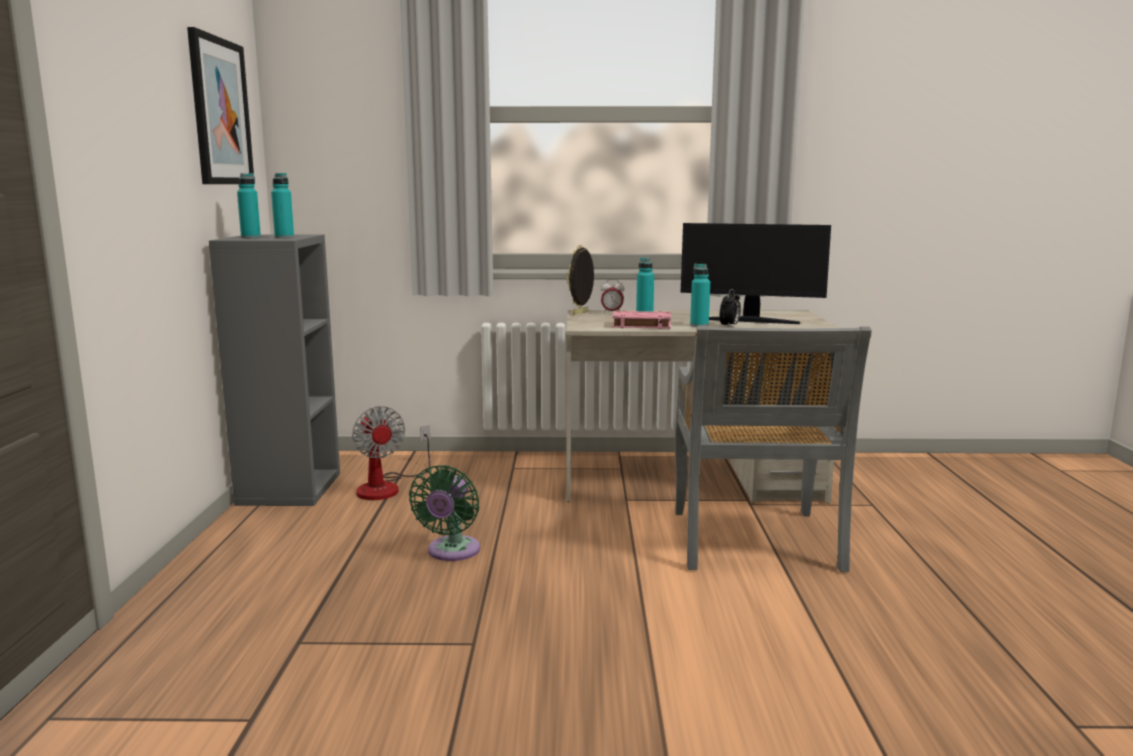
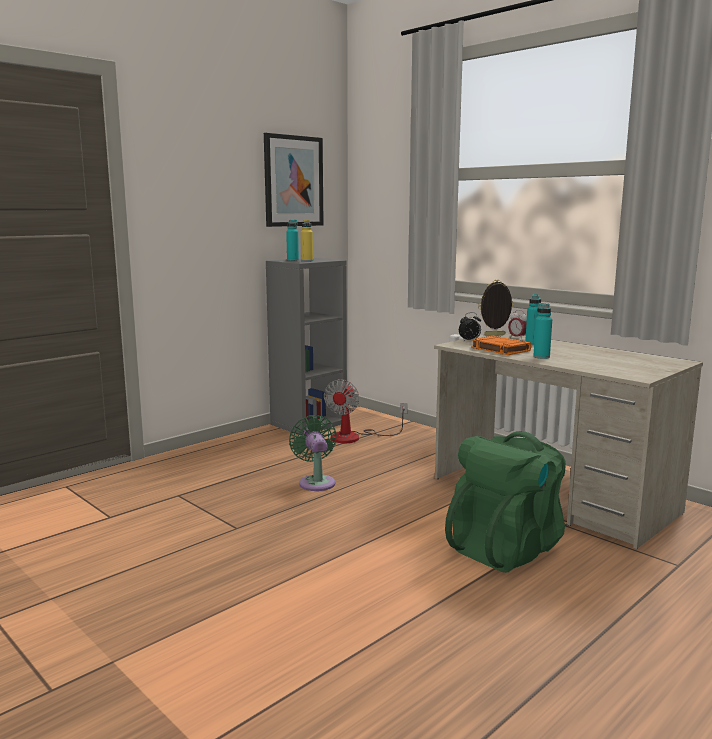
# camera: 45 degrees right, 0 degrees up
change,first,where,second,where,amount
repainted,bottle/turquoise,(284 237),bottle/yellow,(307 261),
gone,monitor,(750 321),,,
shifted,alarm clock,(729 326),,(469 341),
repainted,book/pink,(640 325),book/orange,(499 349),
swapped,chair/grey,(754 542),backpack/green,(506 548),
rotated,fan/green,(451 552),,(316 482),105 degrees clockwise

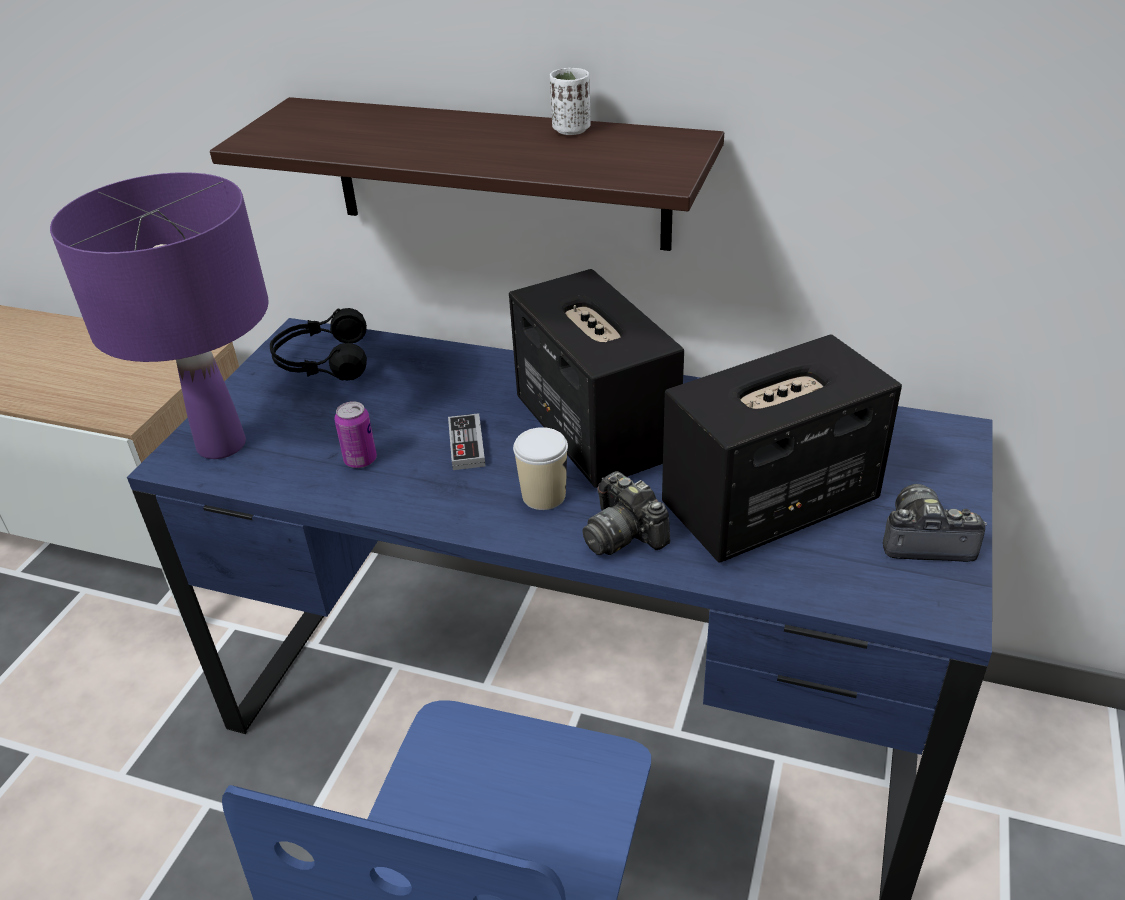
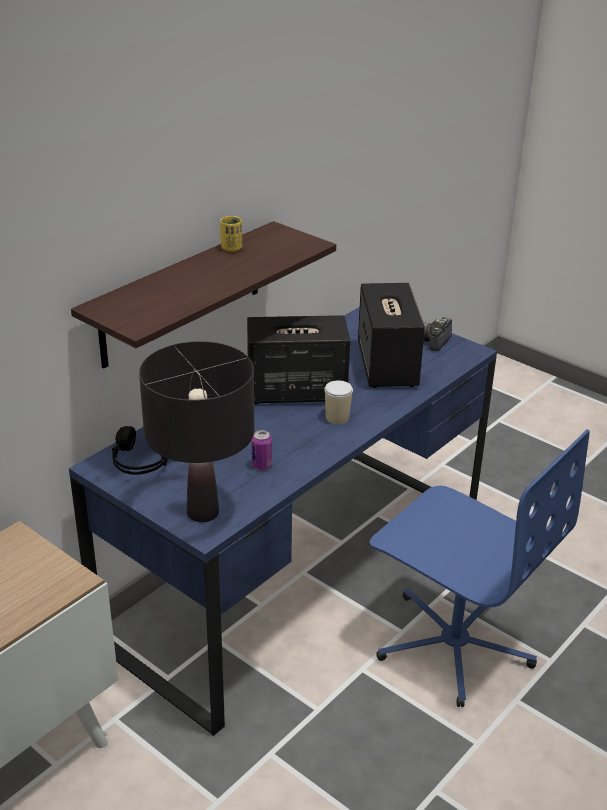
# camera: 70 degrees left, 5 degrees down
change,first,where,second,where,amount
repainted,cup/white,(571 130),cup/yellow,(231 248),
repainted,table lamp/purple,(221 445),table lamp/black,(203 513),
gone,game controller,(466 445),,,
gone,photo camera,(623 534),,,

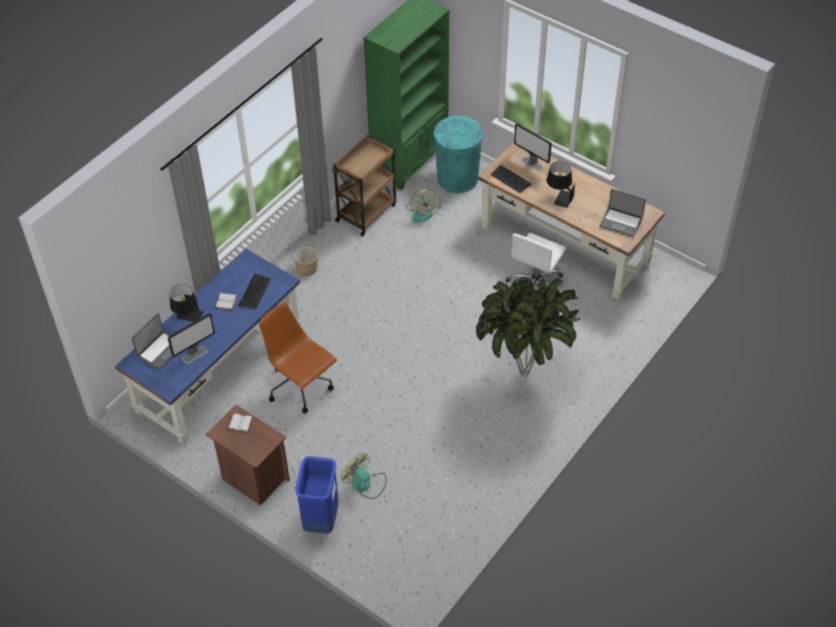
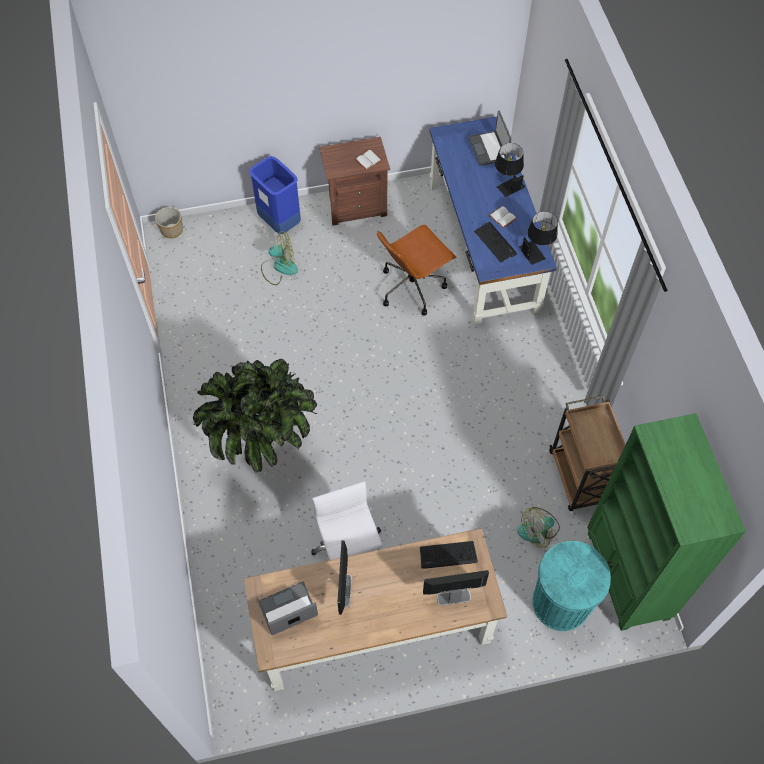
# camera: 130 degrees right, 10 degrees up
change,first,where,second,where,amount
shifted,table lamp/black,(559 197),,(537 250),
rotated,fan,(423 211),,(538 530),75 degrees counterclockwise
shifted,planter,(307 268),,(172 230),
rotated,office chair/brown,(301 387),,(412 287),150 degrees clockwise
shifted,monitor,(195 354),,(344 591),

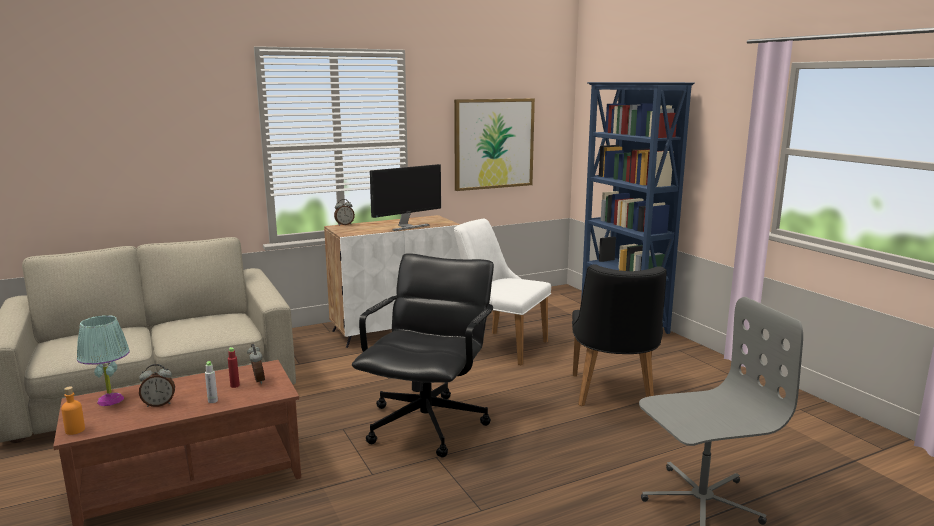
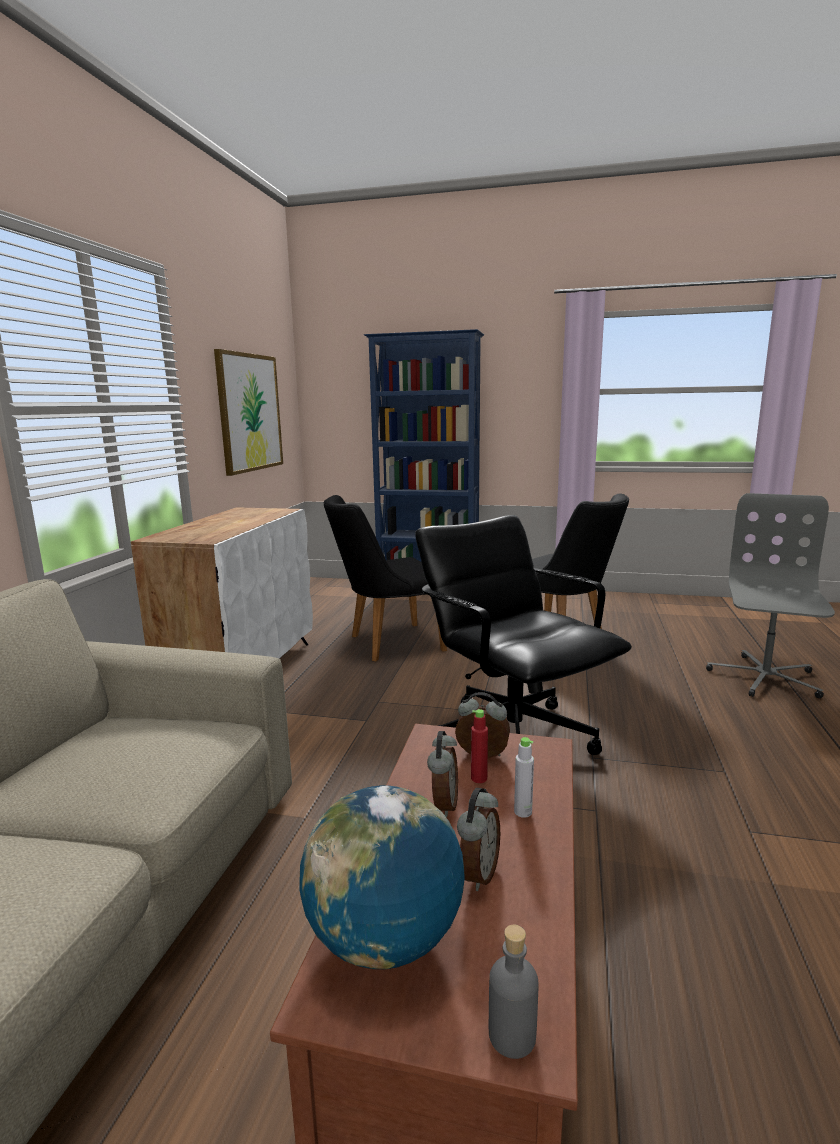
# camera: 50 degrees left, 0 degrees up
change,first,where,second,where,amount
gone,monitor,(407 226),,,
shifted,alarm clock,(344 224),,(443 805),
repainted,chair/white,(500 345),chair/black,(387 643),
swapped,table lamp/turquoise,(110 400),globe,(385 939),
repainted,bottle/orange,(75 430),bottle/grey,(512 1035),

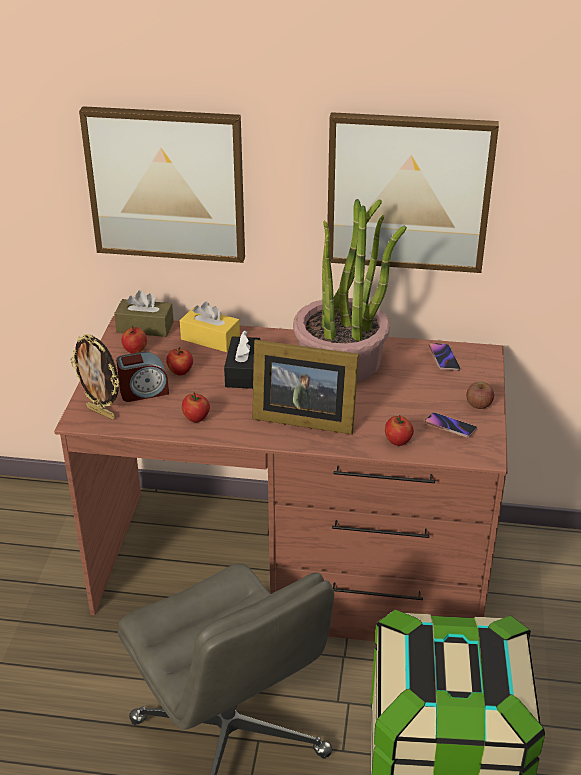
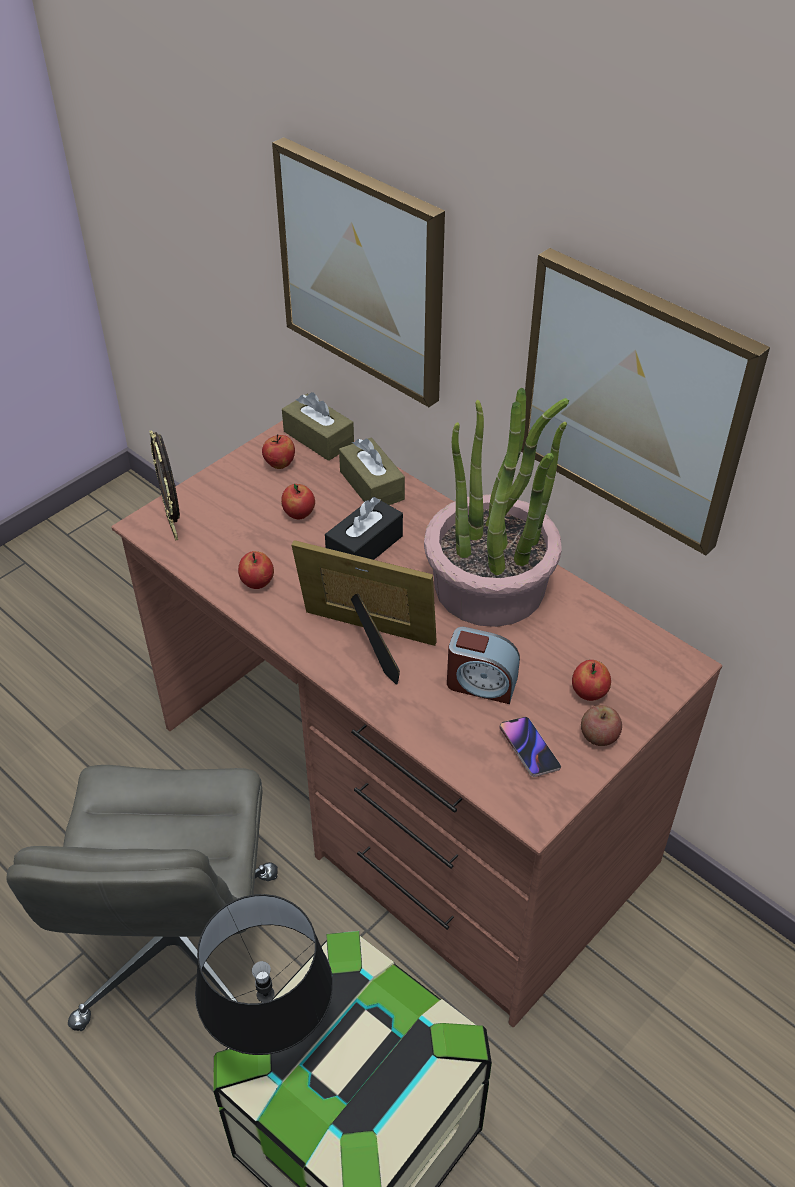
# camera: 35 degrees right, 10 degrees up
change,first,where,second,where,amount
repainted,tissue box/yellow,(210 339),tissue box/brown,(371 485),
rotated,picture frame,(301 417),,(368 641),150 degrees clockwise
gone,phone,(443 359),,,
shifted,alarm clock,(144 391),,(481 683),
shifted,apple,(398 441),,(589 693),
new,,,table lamp/black,(274 1040),

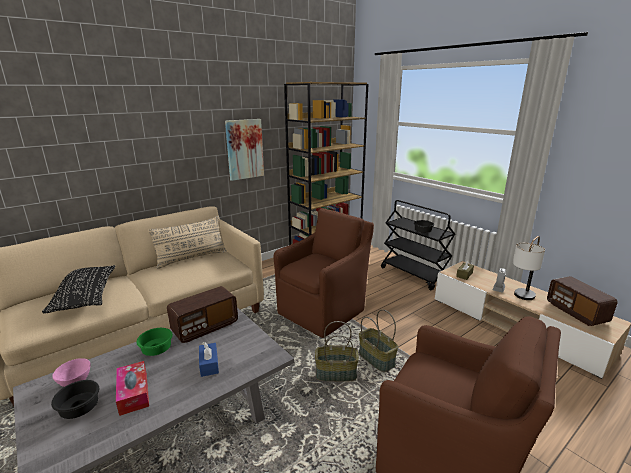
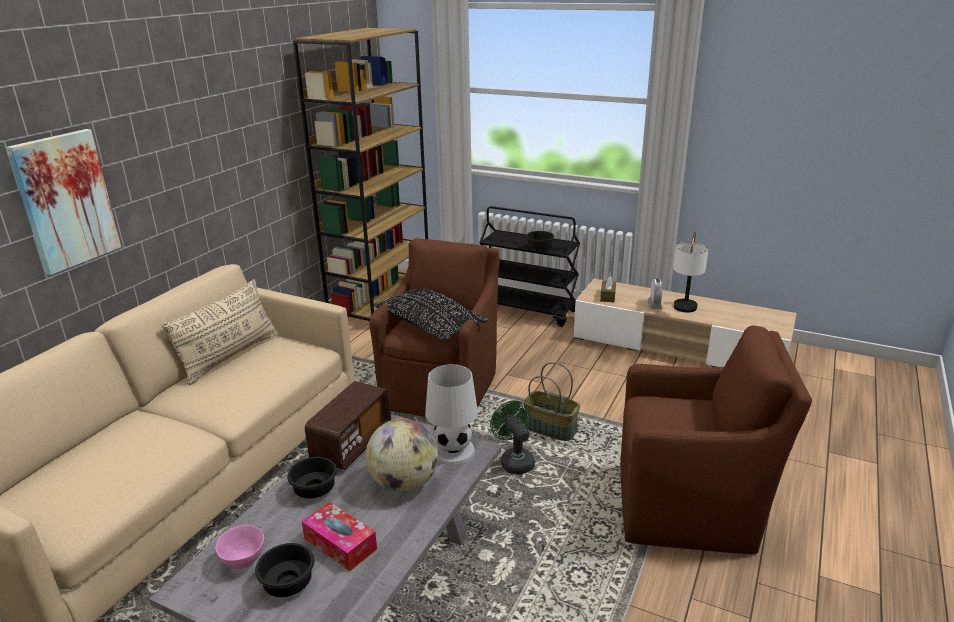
# camera: 25 degrees left, 5 degrees up
change,first,where,second,where,amount
shifted,picture,(244 149),,(66 200),
shifted,pillow/black,(85 296),,(430 325),
gone,radio,(576 312),,,
swapped,basket,(335 374),fan/green,(514 460),
repainted,bowl/green,(156 351),bowl/black,(314 491),
swapped,tissue box/blue,(209 364),globe,(404 483),
new,,,table lamp/white,(452 451),

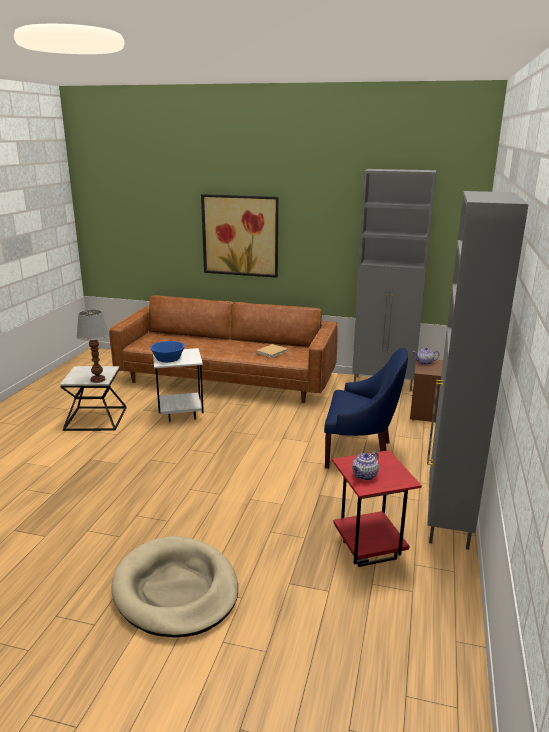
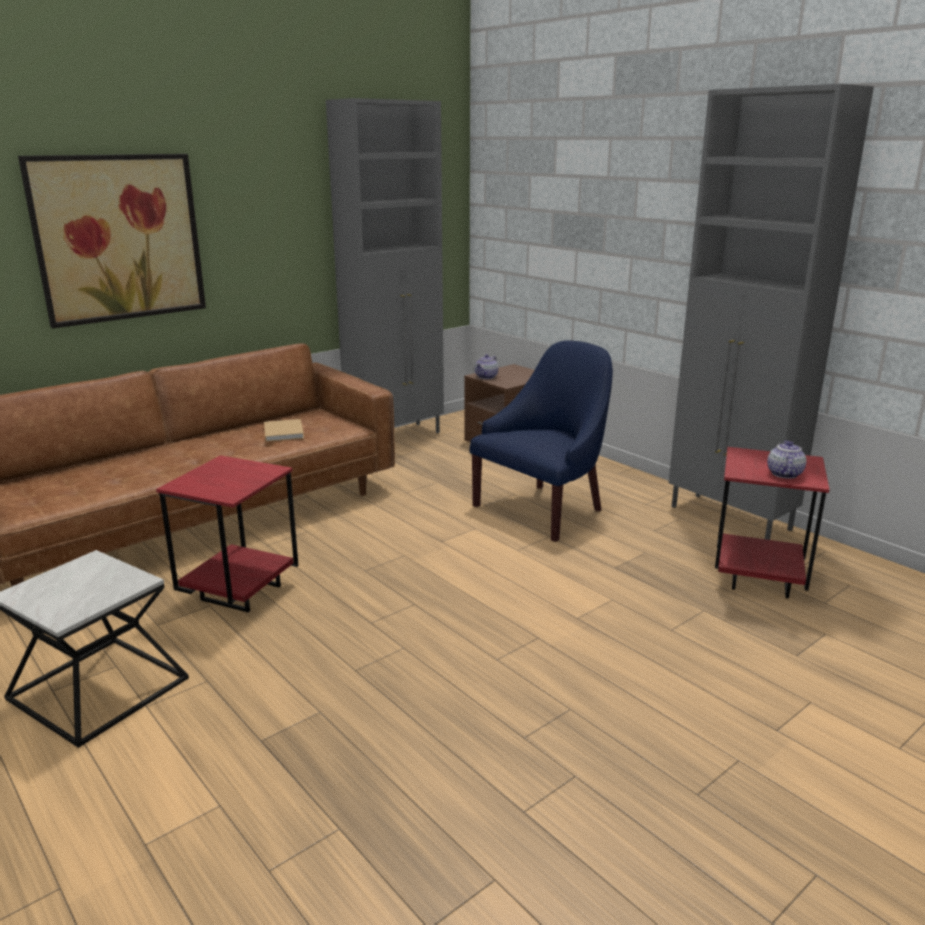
# camera: 55 degrees left, 0 degrees up
change,first,where,second,where,amount
gone,table lamp,(98 380),,,
gone,bowl/blue,(168 358),,,
repainted,side table/white,(181 414),side table/red,(239 593),
rotated,teapot,(364 476),,(784 473),150 degrees counterclockwise
gone,dog bed/beige,(176 590),,,

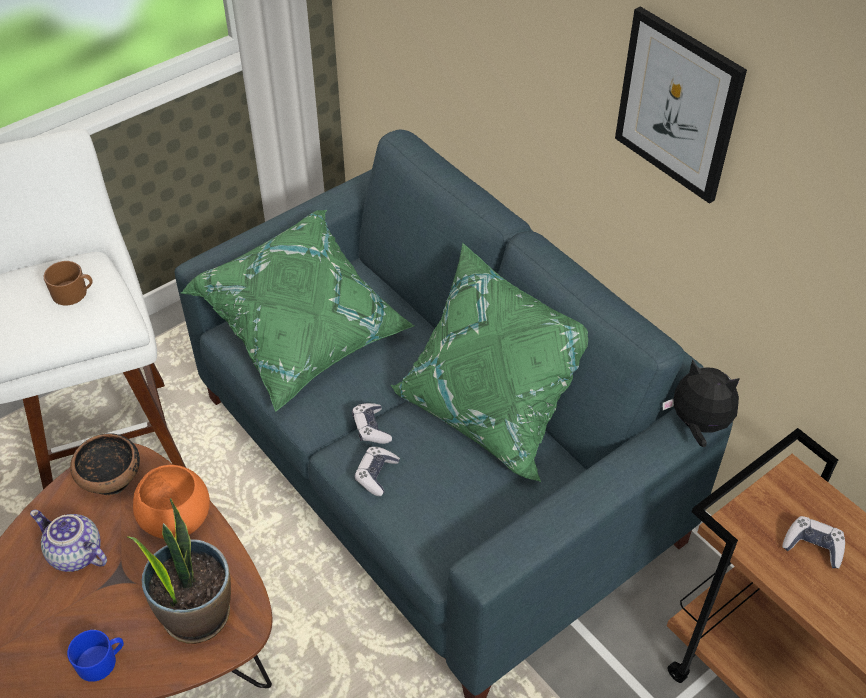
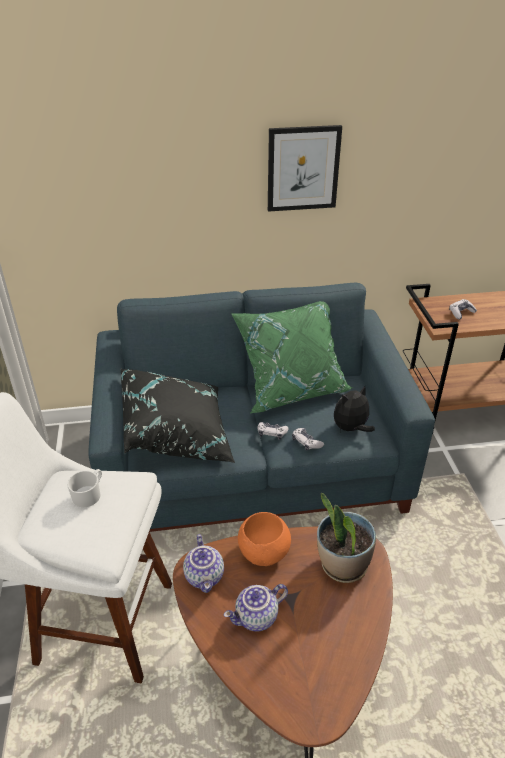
# camera: 60 degrees left, 10 degrees down
change,first,where,second,where,amount
repainted,pillow/green,(304 334),pillow/black,(177 434),
repainted,mug/brown,(74 293),mug/white,(89 494),
shifted,plush toy,(698 425),,(351 428),
swapped,bowl,(111 478),teapot,(205 576),
gone,mug/blue,(101 661),,,

